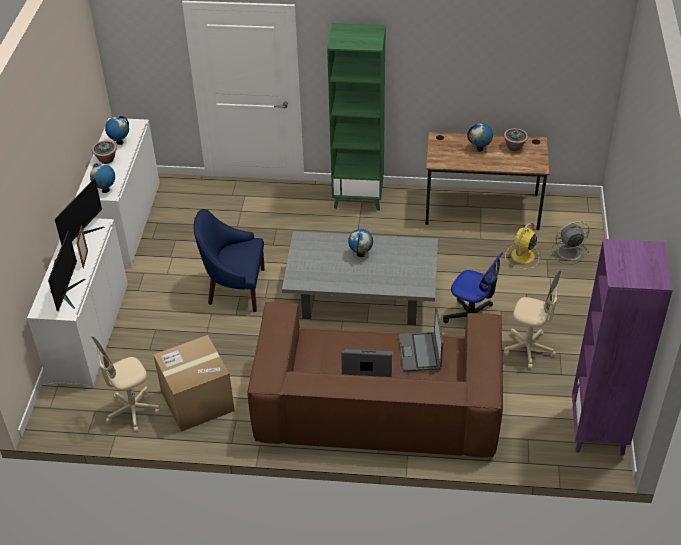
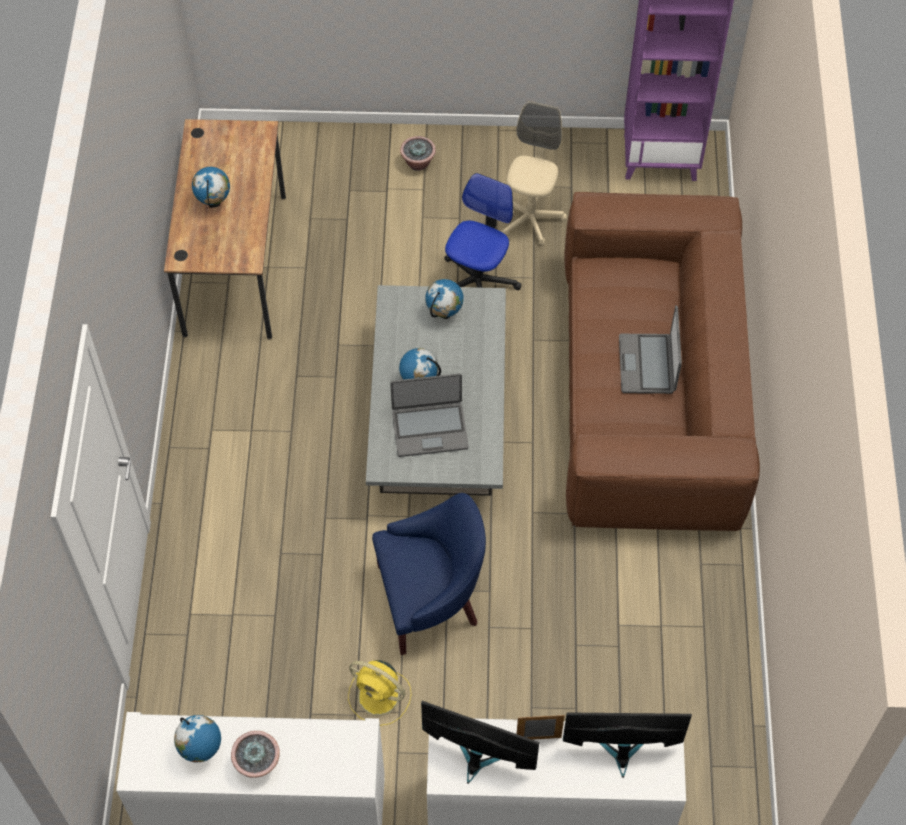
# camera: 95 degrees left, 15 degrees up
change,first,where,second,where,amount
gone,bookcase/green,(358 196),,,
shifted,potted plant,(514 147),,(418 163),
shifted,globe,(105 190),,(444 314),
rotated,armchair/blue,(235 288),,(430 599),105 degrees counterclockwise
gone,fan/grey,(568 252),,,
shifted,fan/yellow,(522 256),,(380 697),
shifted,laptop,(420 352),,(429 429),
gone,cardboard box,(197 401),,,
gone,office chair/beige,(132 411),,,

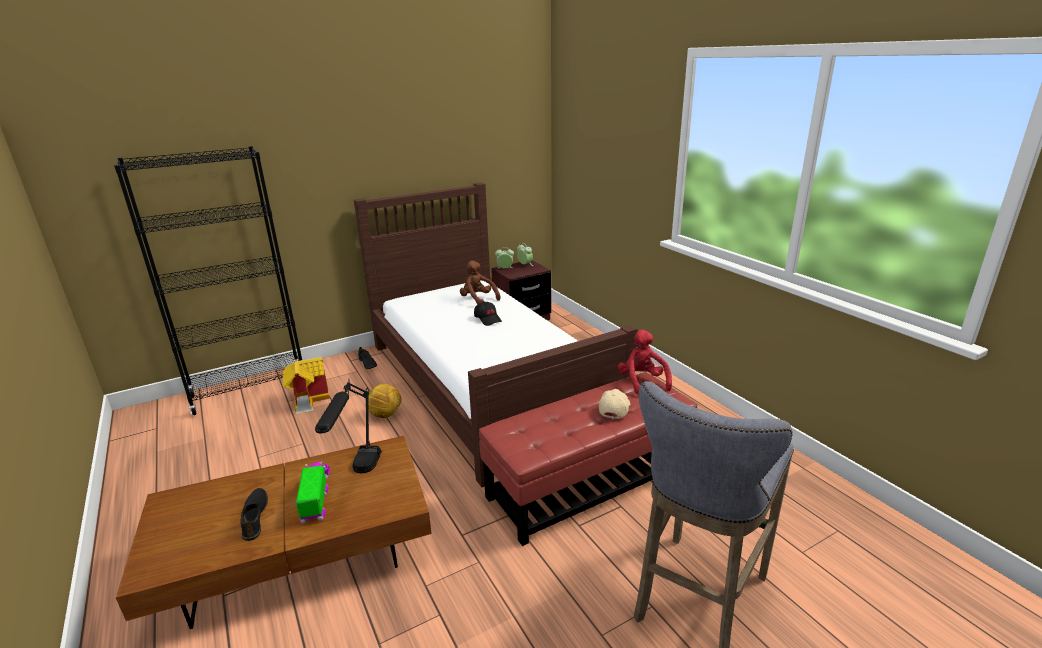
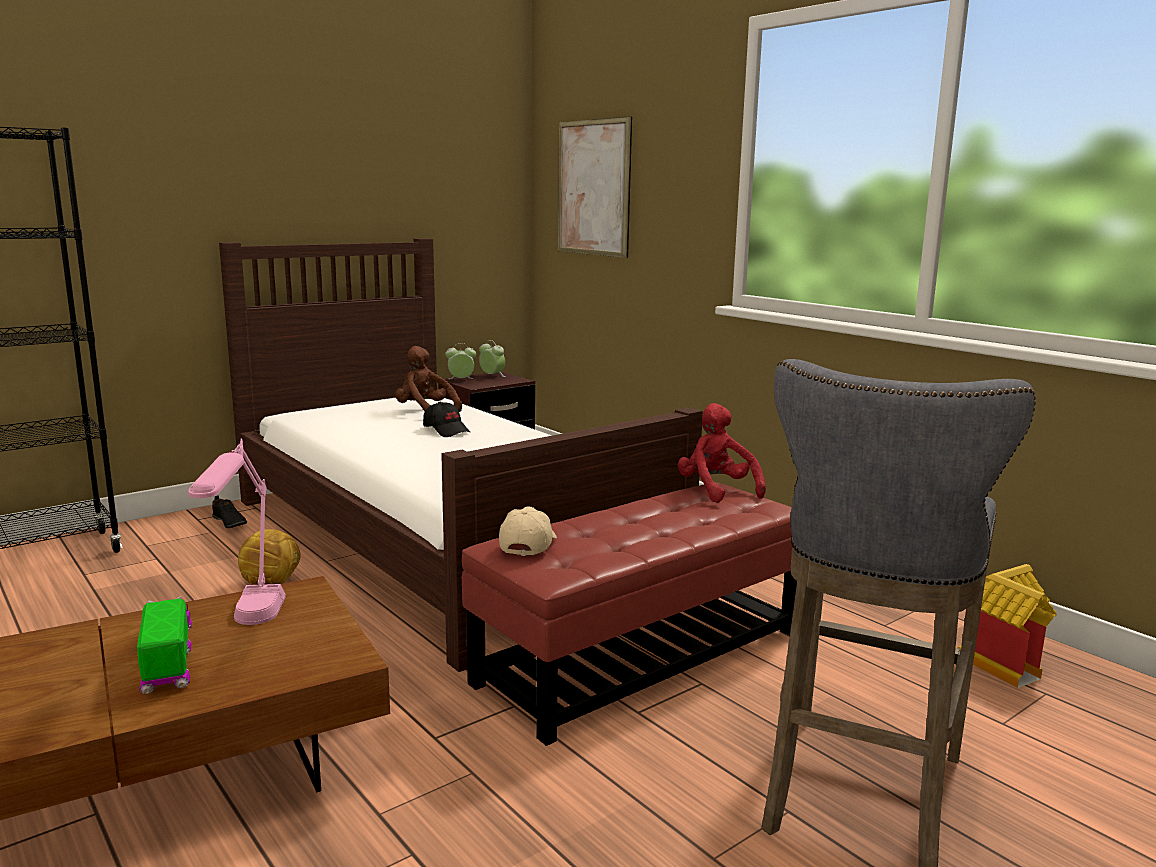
# camera: 10 degrees left, 10 degrees down
change,first,where,second,where,amount
shifted,toy house,(309 400),,(995 660),
repainted,table lamp/black,(359 477),table lamp/pink,(248 630),
shifted,cap/beige,(614 408),,(527 544),
gone,shoe/black,(255 517),,,
new,,,picture,(593 188),

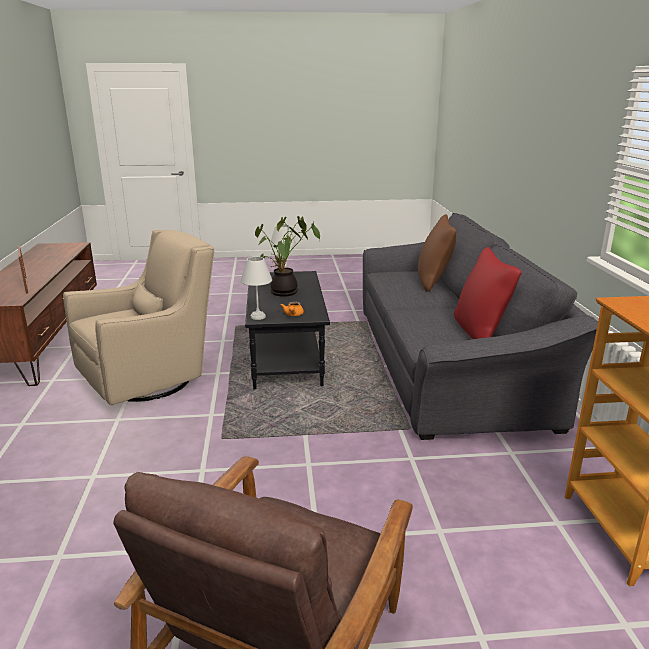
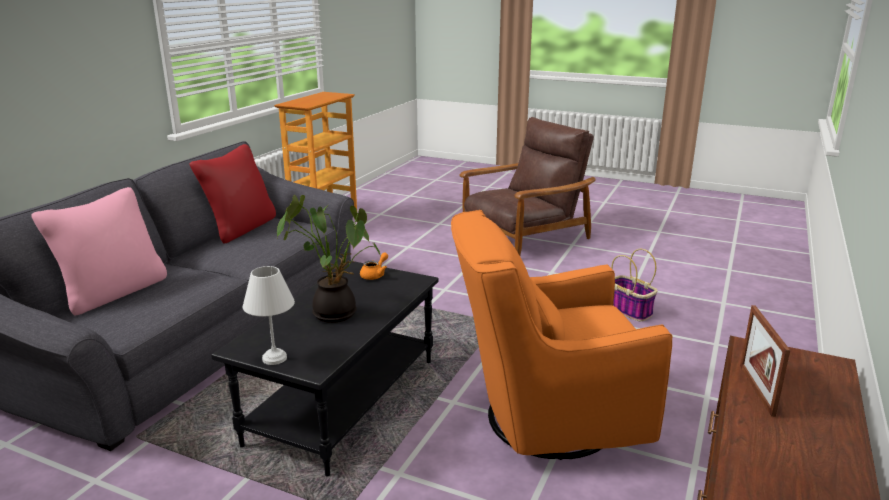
# camera: 150 degrees left, 0 degrees up
change,first,where,second,where,amount
repainted,pillow/brown,(433 282),pillow/pink,(114 292),
repainted,armchair/beige,(151 379),armchair/orange,(544 419),
gone,table lamp/white,(257 317),,,
new,,,basket,(630 310),

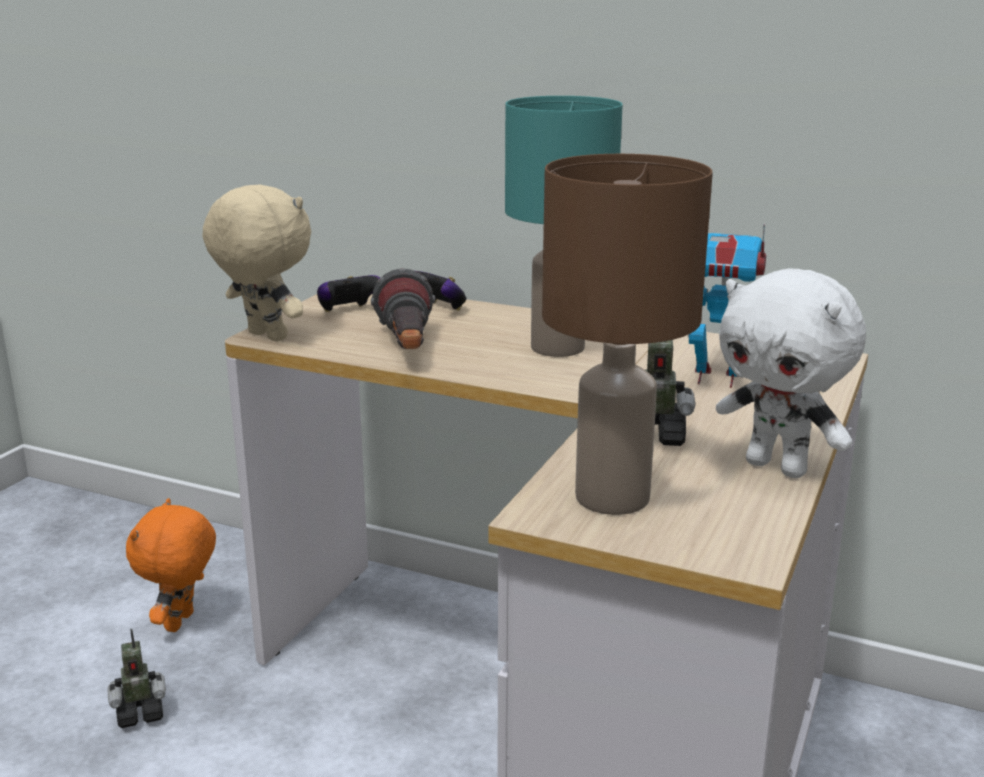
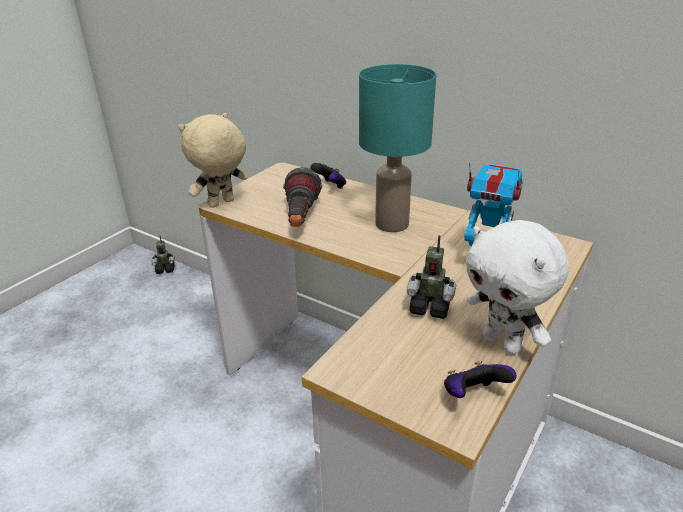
# camera: 10 degrees right, 10 degrees up
change,first,where,second,where,amount
gone,table lamp/brown,(610 498),,,
rotated,plush toy/beige,(264 337),,(221 204),90 degrees counterclockwise
shifted,game controller,(348 311),,(473 395),
gone,plush toy/orange,(181 623),,,
shifted,toy robot,(140 713),,(165 269),

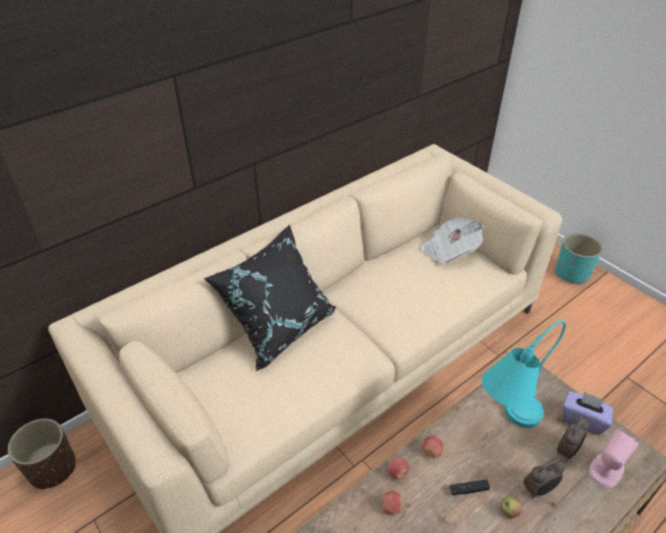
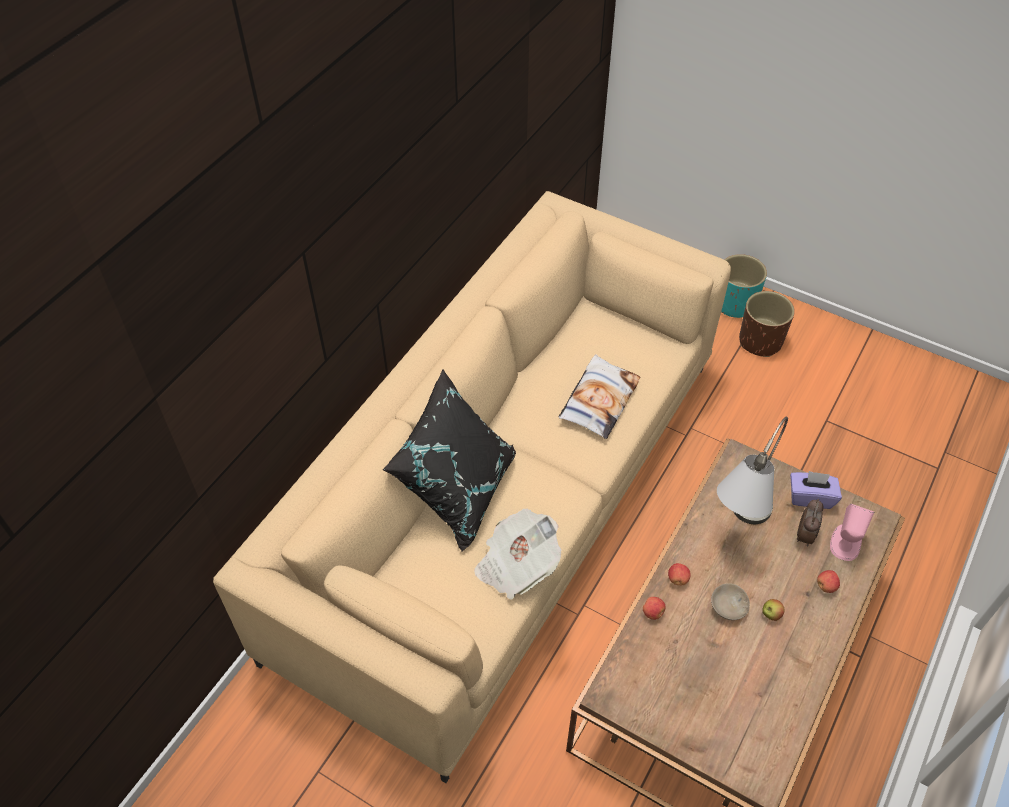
# camera: 20 degrees left, 10 degrees up
change,first,where,second,where,amount
shifted,newspaper,(449 251),,(516 565),
repainted,table lamp/turquoise,(504 424),table lamp/grey,(738 526),
shifted,planter/brown,(52 468),,(760 341),
gone,alarm clock,(539 490),,,
swapped,game controller/black,(468 490),bowl/beige,(727 606),
shifted,apple,(391 507),,(826 586),
new,,,pillow,(598 400),

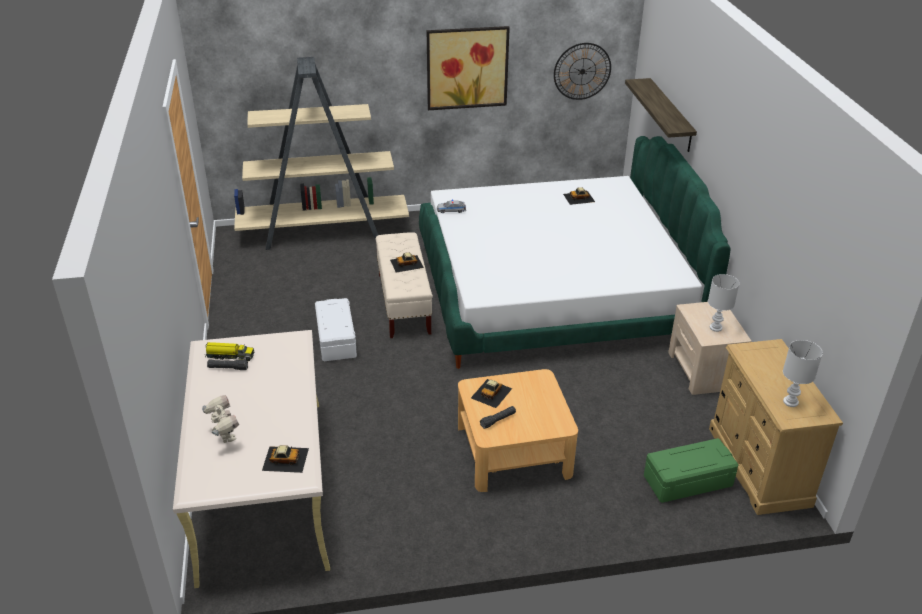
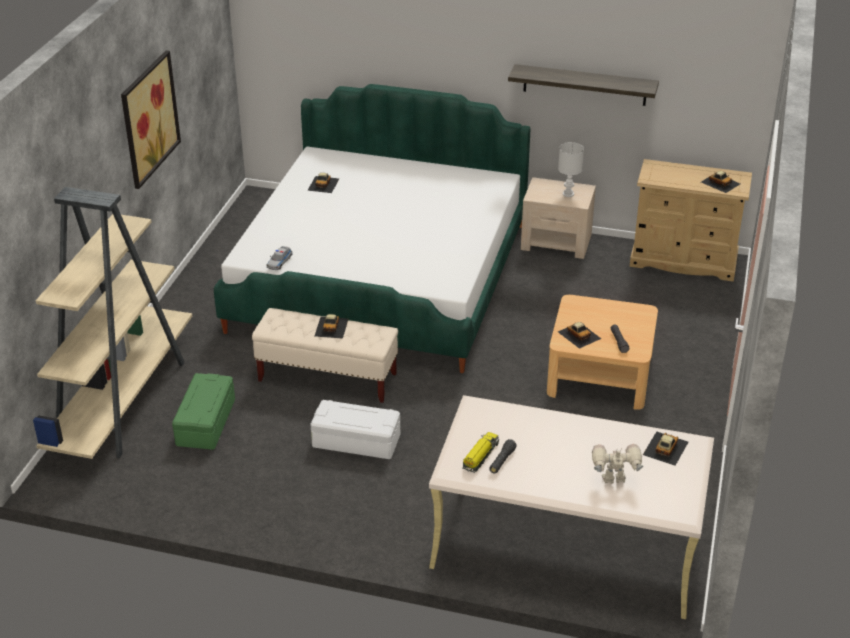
# camera: 65 degrees left, 0 degrees up
change,first,where,second,where,amount
gone,wall clock,(582 71),,,
shifted,shelf,(670 115),,(584 85),
swapped,table lamp/white,(791 402),toy car,(720 182),
shifted,storage box/green,(688 480),,(205 422),

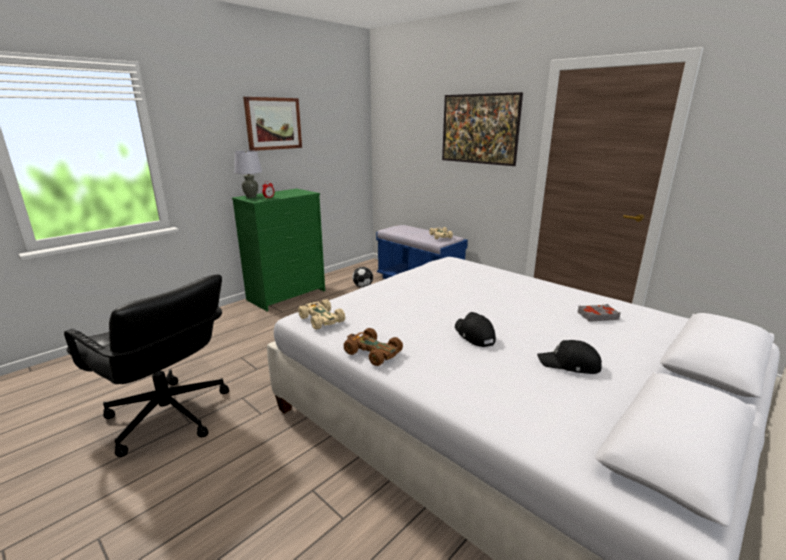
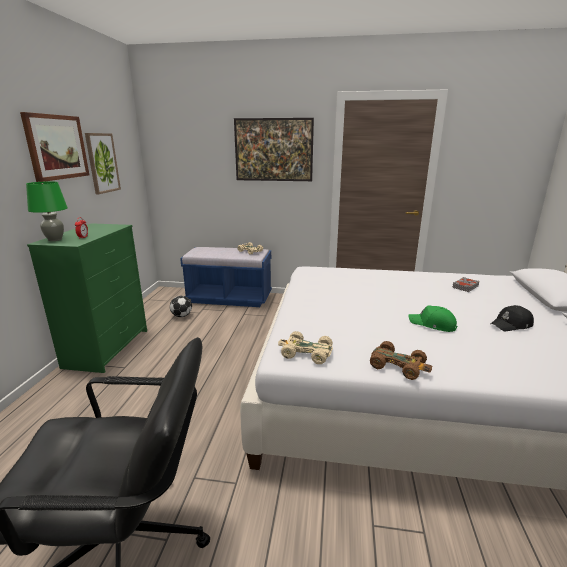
# camera: 35 degrees left, 0 degrees up
change,first,where,second,where,amount
repainted,table lamp/grey,(251 196),table lamp/green,(55 239),
repainted,cap/black,(473 335),cap/green,(432 324),
rotated,toy car/brown,(372 352),,(398 366),150 degrees counterclockwise
new,,,picture,(102 163),

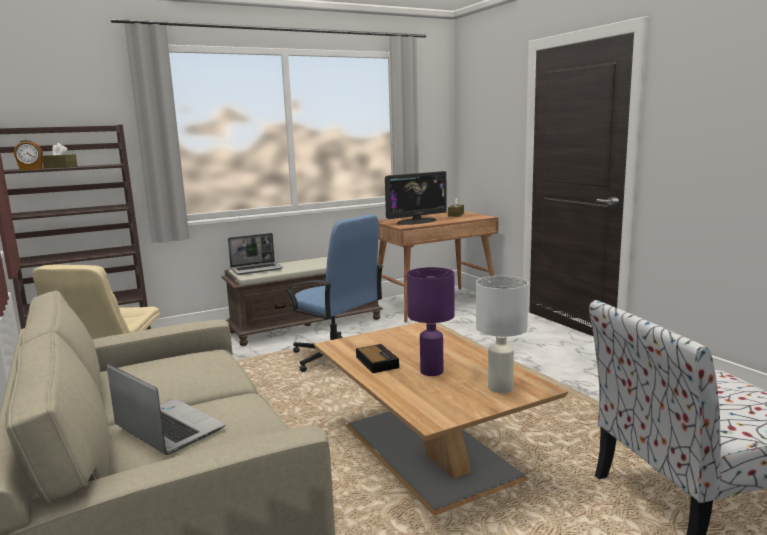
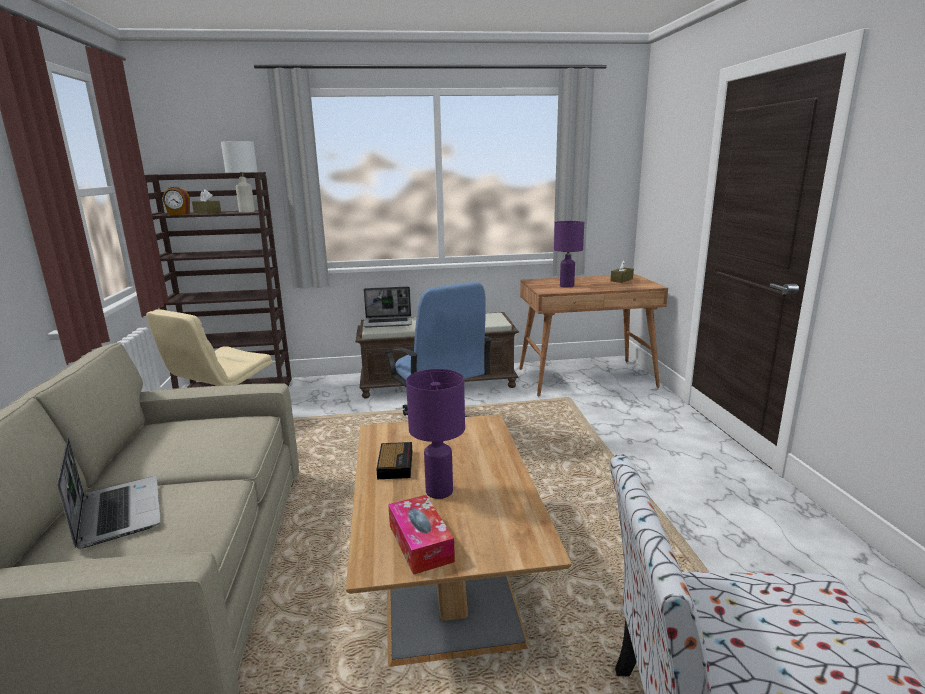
# camera: 20 degrees right, 5 degrees up
change,first,where,second,where,amount
swapped,monitor,(416 221),table lamp/purple,(567 286),
shifted,table lamp/white,(501 388),,(247 212),
new,,,tissue box,(420 543),

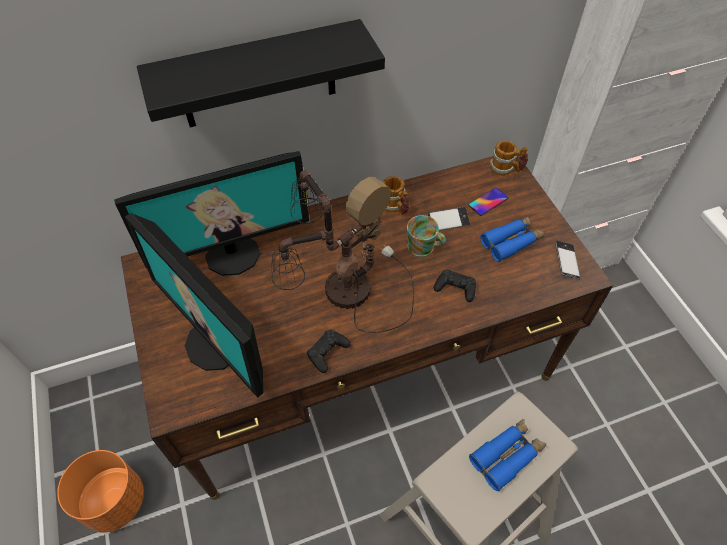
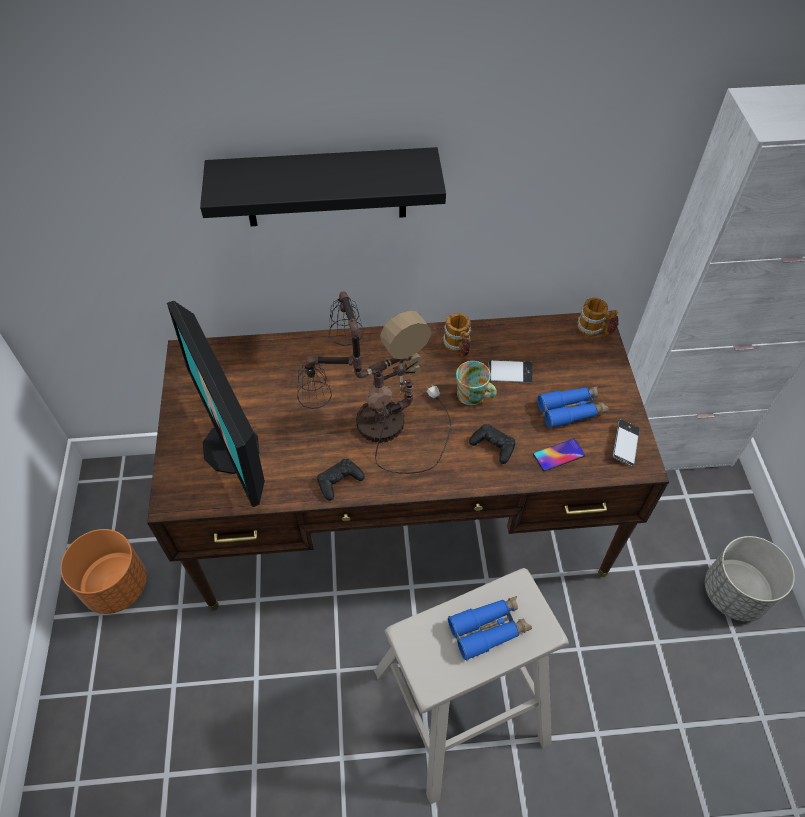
# camera: 15 degrees right, 0 degrees up
change,first,where,second,where,amount
gone,monitor,(233 254),,,
shifted,phone,(488 202),,(559 455),
new,,,planter/grey,(735 593),

